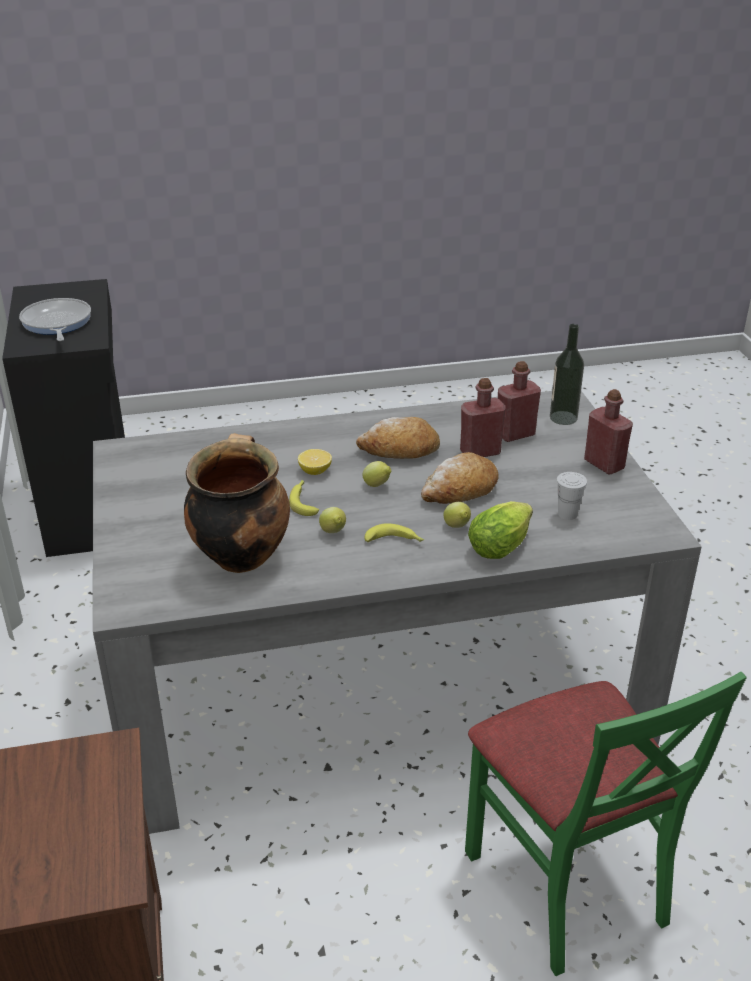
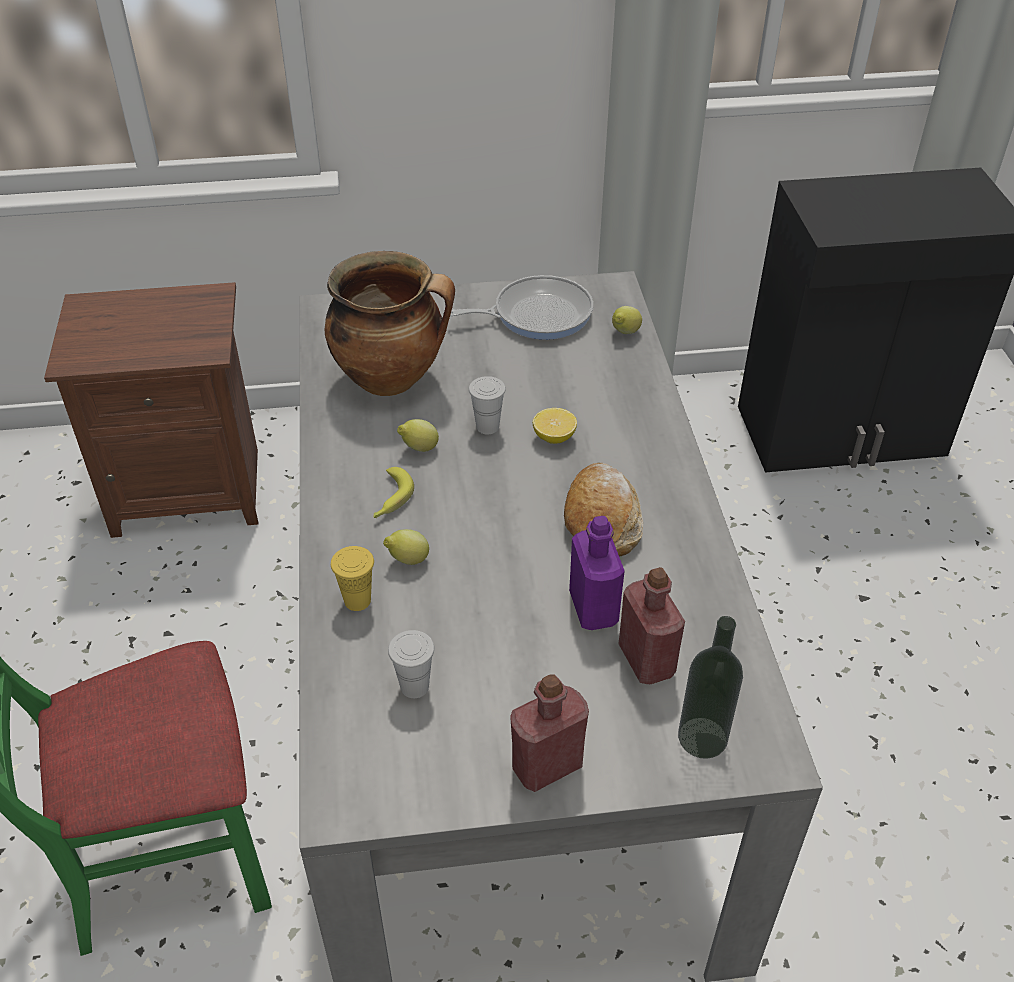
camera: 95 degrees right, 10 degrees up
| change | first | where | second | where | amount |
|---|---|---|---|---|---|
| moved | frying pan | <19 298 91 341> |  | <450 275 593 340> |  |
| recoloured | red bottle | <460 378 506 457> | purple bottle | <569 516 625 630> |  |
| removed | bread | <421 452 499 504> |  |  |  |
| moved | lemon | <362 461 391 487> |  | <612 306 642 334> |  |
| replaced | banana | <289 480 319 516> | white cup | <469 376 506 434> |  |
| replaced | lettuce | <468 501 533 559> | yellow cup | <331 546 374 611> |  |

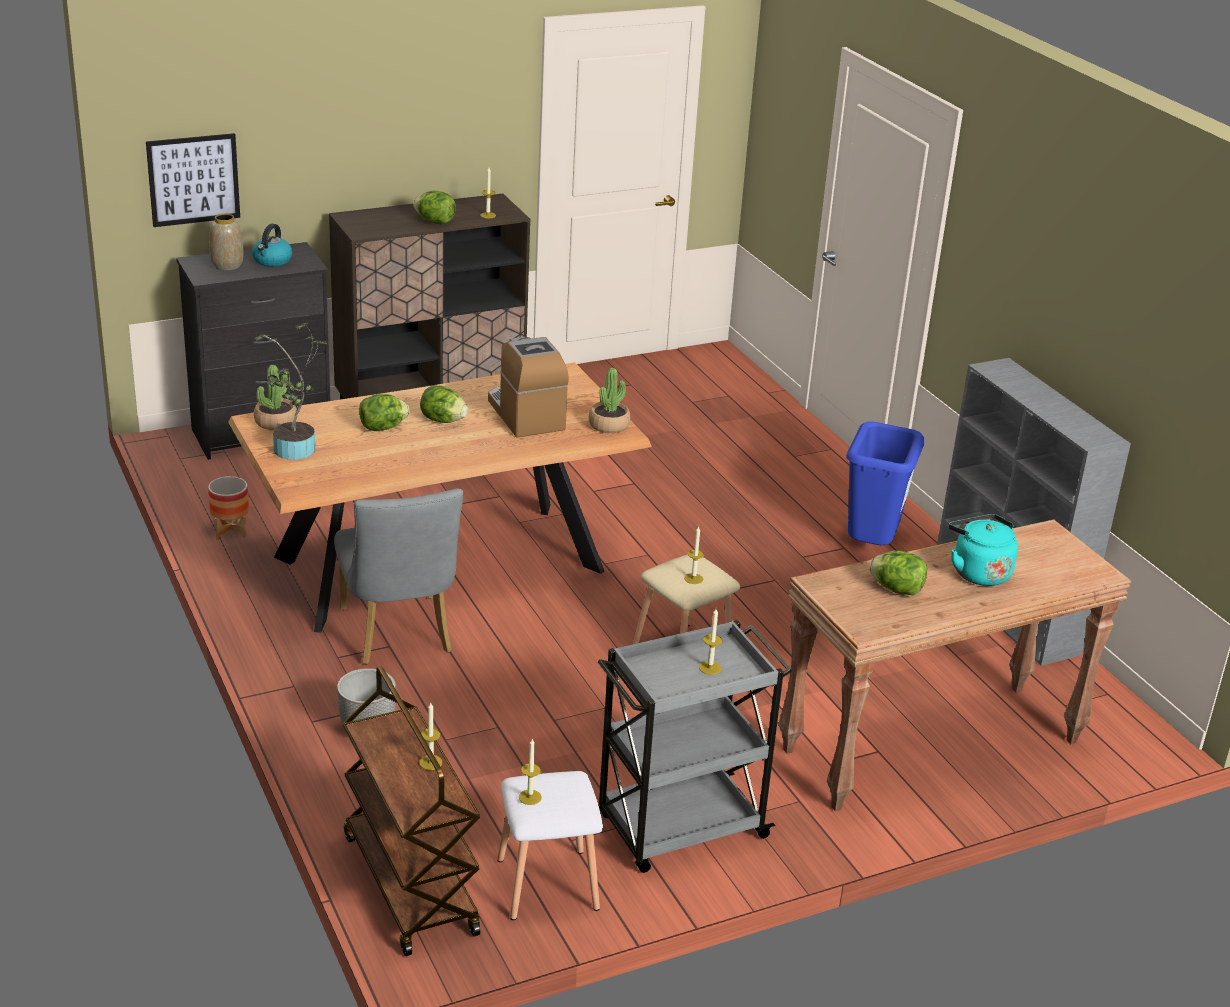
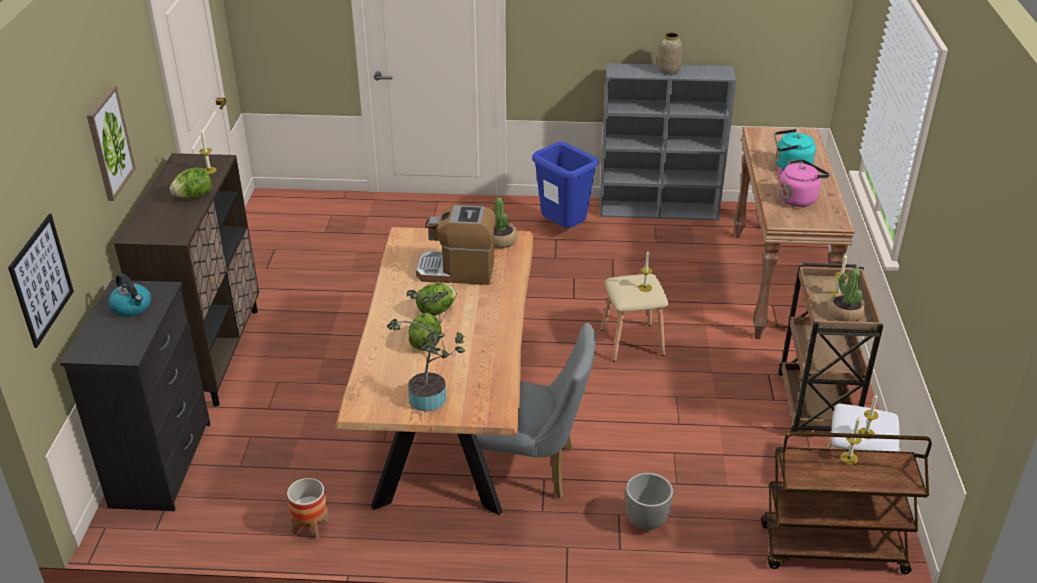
camera: 60 degrees left, 5 degrees up
| change | first | where | second | where | amount |
|---|---|---|---|---|---|
| moved | vase | <209 214 244 270> |  | <657 32 683 75> |  |
| moved | potted plant | <254 365 297 430> |  | <827 269 866 322> |  |
| replaced | lettuce | <869 550 927 595> | pink kettle | <778 159 830 207> |  |
| recoloured | grey cart | <598 620 792 873> | brown cart | <778 263 883 432> |  |
| added |  |  | picture | <87 86 136 201> |  |

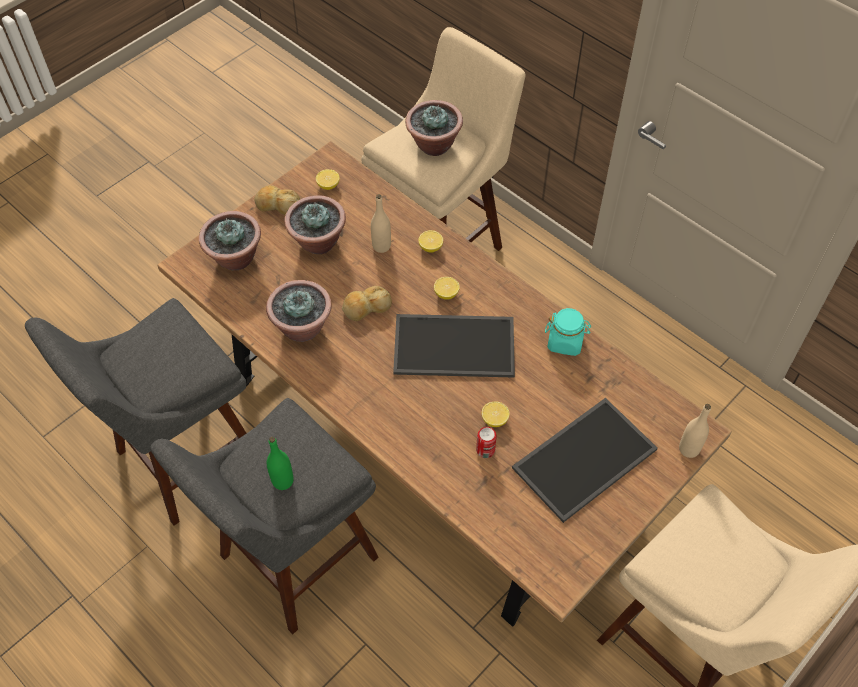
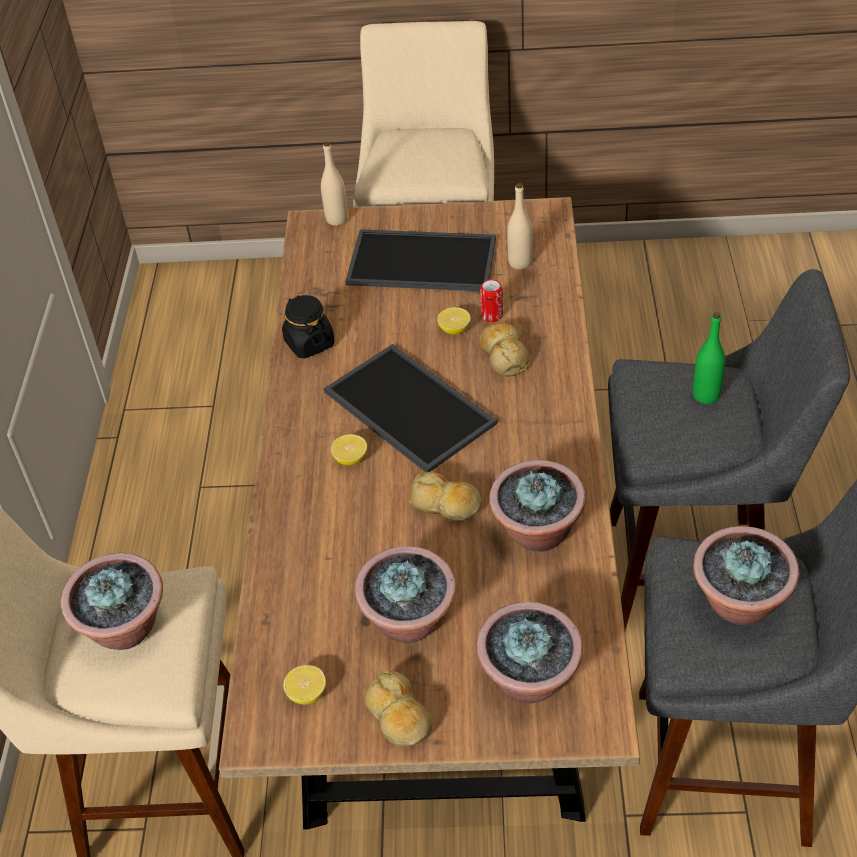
camera: 130 degrees left, 10 degrees down
| change | first | where | second | where | amount |
|---|---|---|---|---|---|
| moved | beige bottle | <371 194 391 253> |  | <507 183 533 270> |  |
| removed | lemon | <418 230 443 253> |  |  |  |
| recoloured | turquoise jar | <545 308 591 356> | black jar | <282 295 335 358> |  |
| added |  |  | bread | <480 323 529 376> |  |
| added |  |  | potted plant | <693 526 799 625> |  |

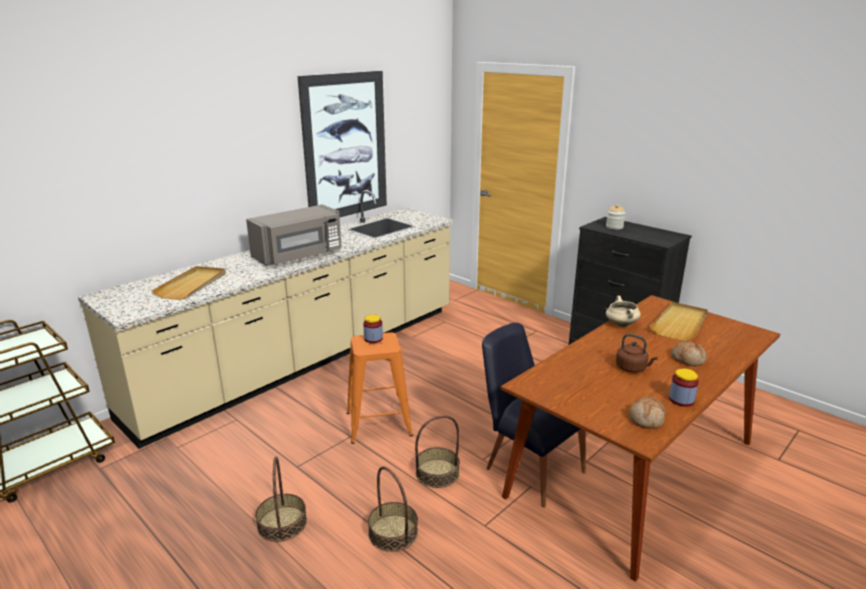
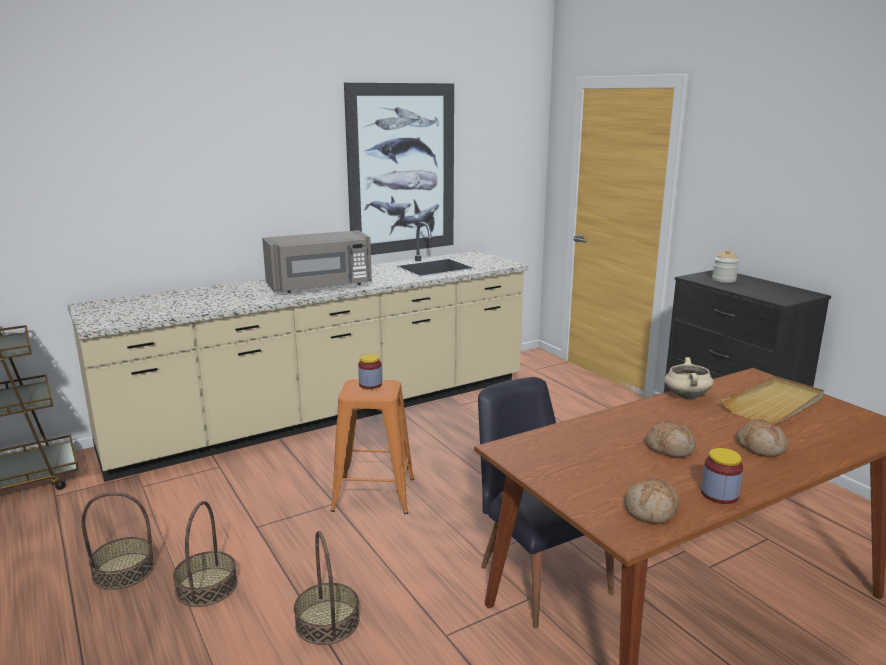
camera: 15 degrees right, 5 degrees down
| change | first | where | second | where | amount |
|---|---|---|---|---|---|
| removed | beige tray | <151 266 226 300> |  |  |  |
| replaced | brown kettle | <616 334 658 373> | bread | <645 421 696 458> |  |
| moved | basket | <415 415 460 488> |  | <82 492 154 590> |  |

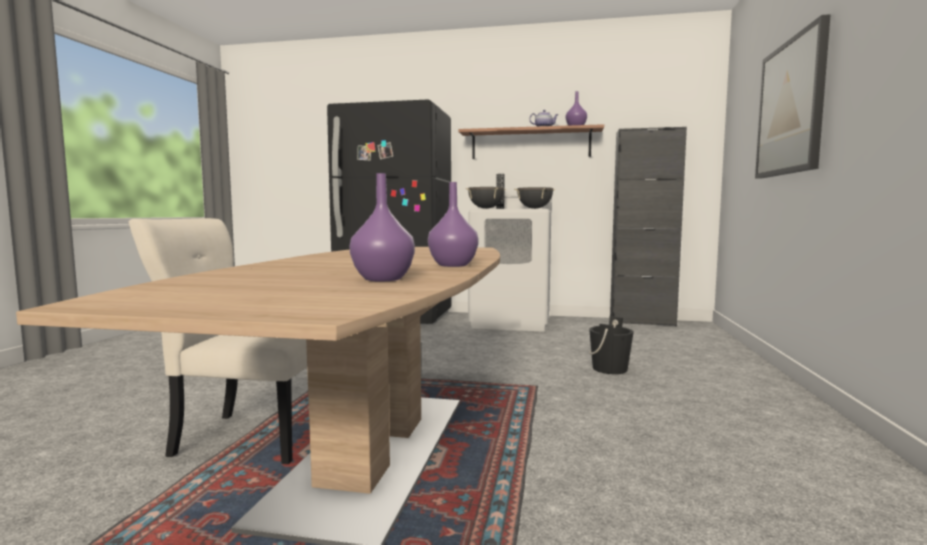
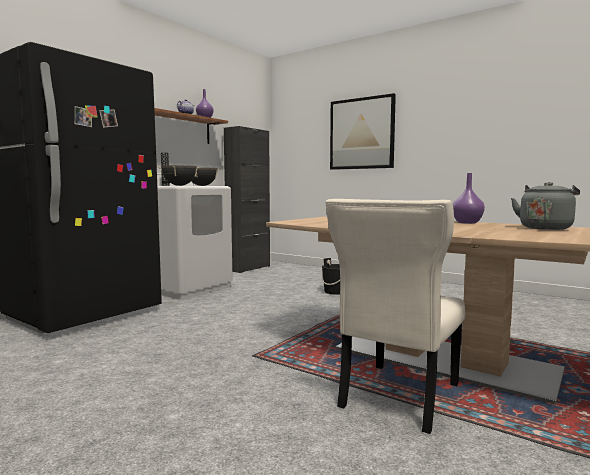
camera: 65 degrees left, 0 degrees up
| change | first | where | second | where | amount |
|---|---|---|---|---|---|
| replaced | purple vase | <350 173 415 281> | grey kettle | <511 182 580 230> |  |

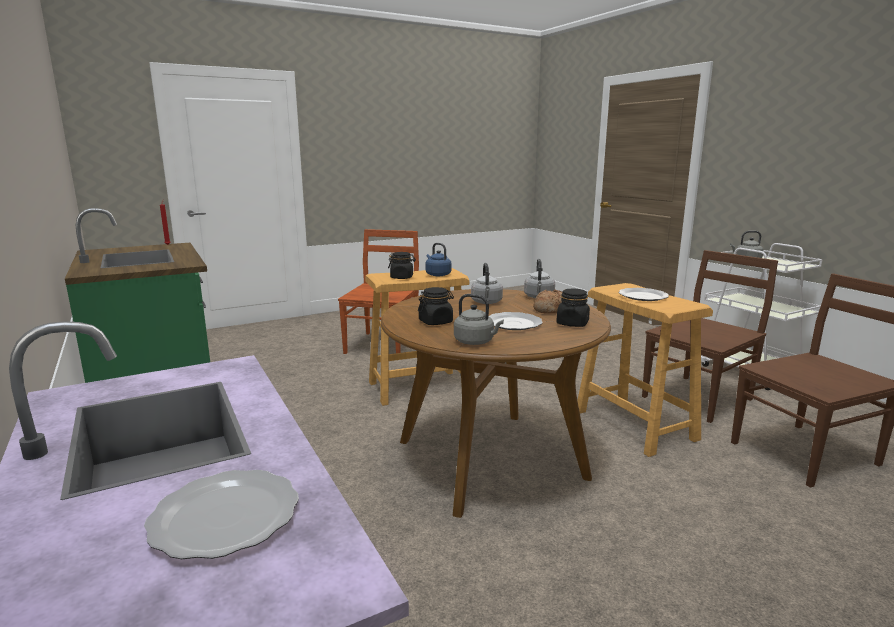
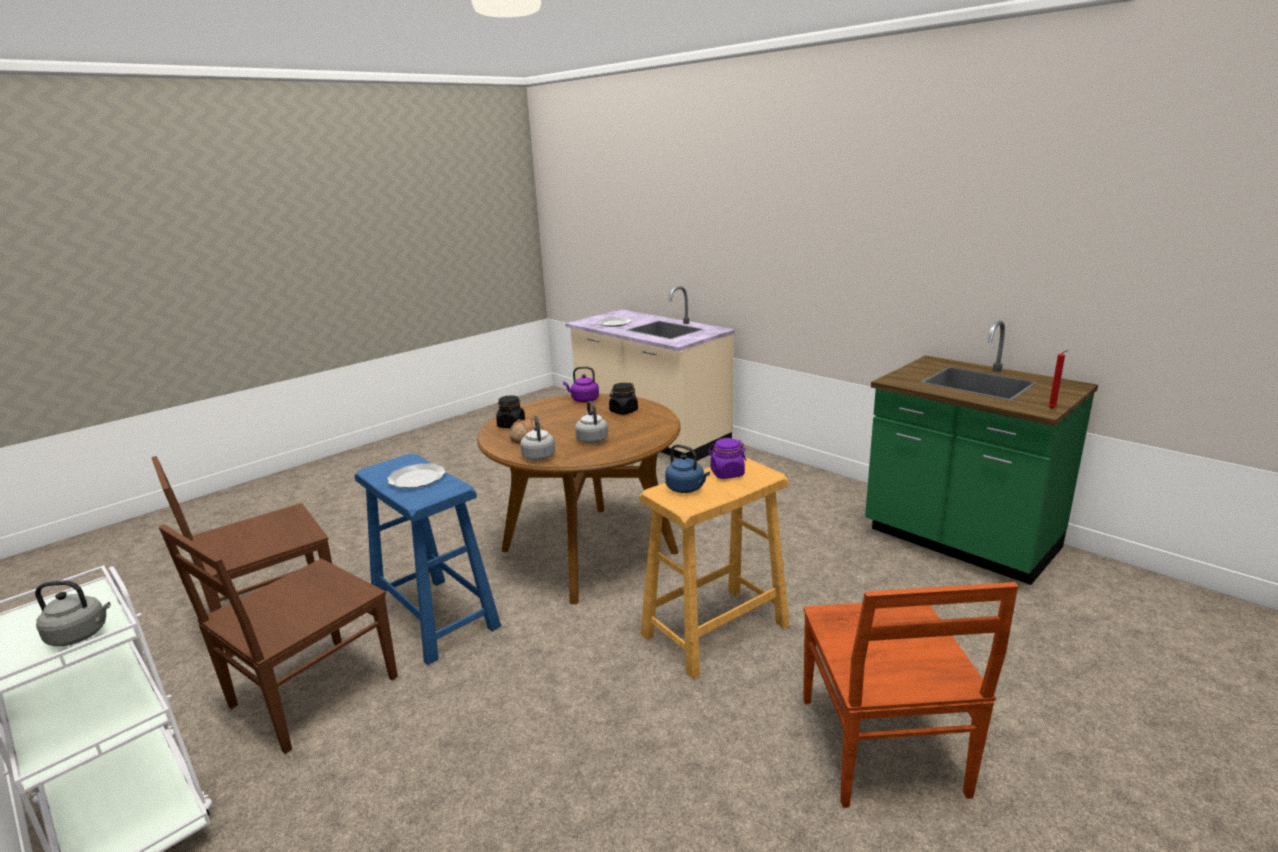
camera: 165 degrees right, 5 degrees up
| change | first | where | second | where | amount |
|---|---|---|---|---|---|
| recoloured | black jar | <388 252 416 279> | purple jar | <708 438 746 479> |  |
| recoloured | beige stool | <577 283 713 457> | blue stool | <354 454 501 665> |  |
| recoloured | grey kettle | <454 294 504 345> | purple kettle | <563 366 599 402> |  |
| removed | plate | <489 312 543 330> |  |  |  |

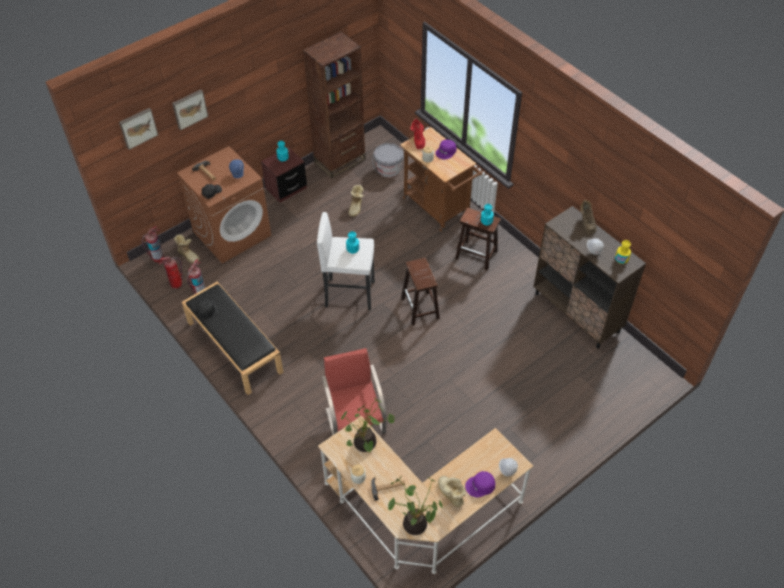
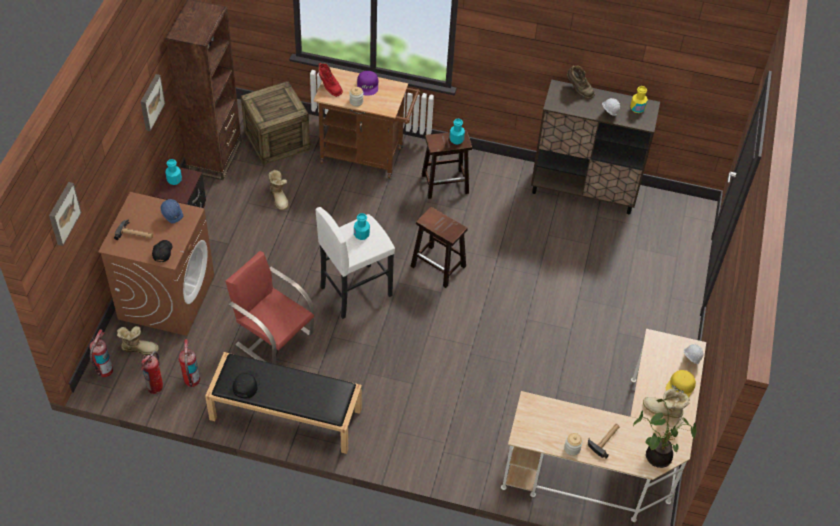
camera: 40 degrees left, 0 degrees up
| change | first | where | second | where | amount |
|---|---|---|---|---|---|
| moved | picture | <172 89 208 130> |  | <140 74 165 131> |  |
| replaced | grey bucket | <372 143 404 177> | crate | <241 81 310 165> |  |
| moved | red chair | <321 348 386 436> |  | <225 251 314 364> |  |
| removed | potted plant | <341 397 394 452> |  |  |  |
| recoloured | purple cap | <465 471 495 497> | yellow cap | <666 370 696 397> |  |

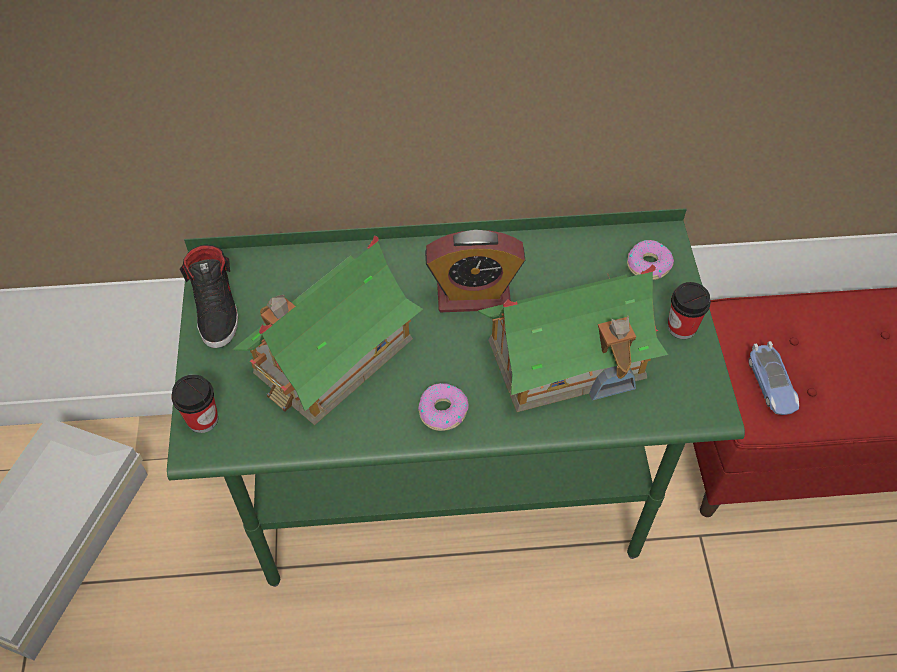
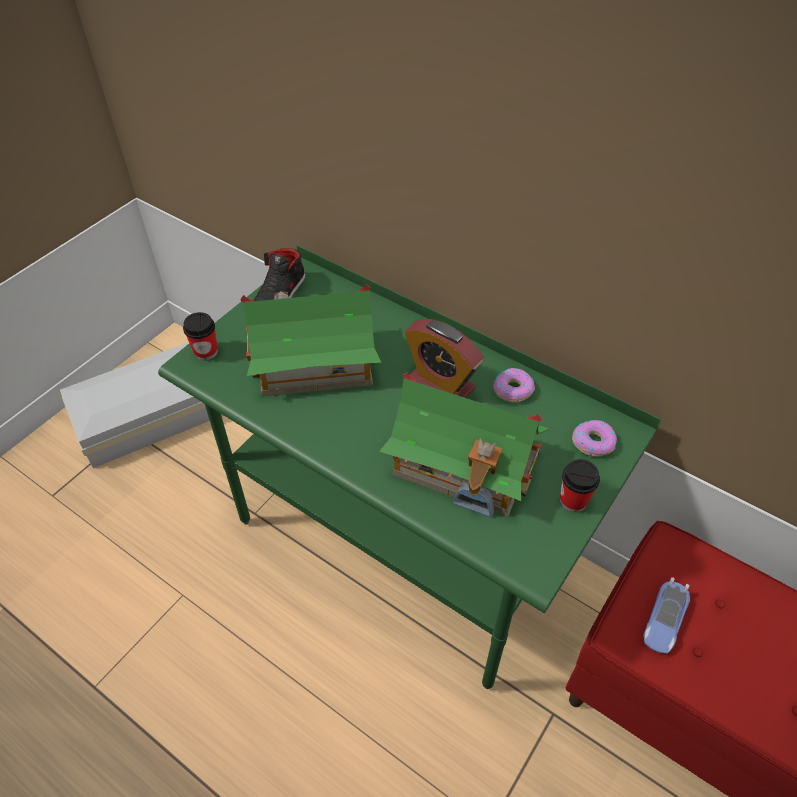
camera: 40 degrees right, 5 degrees down
| change | first | where | second | where | amount |
|---|---|---|---|---|---|
| moved | donut | <418 383 468 431> |  | <493 368 535 403> |  |

